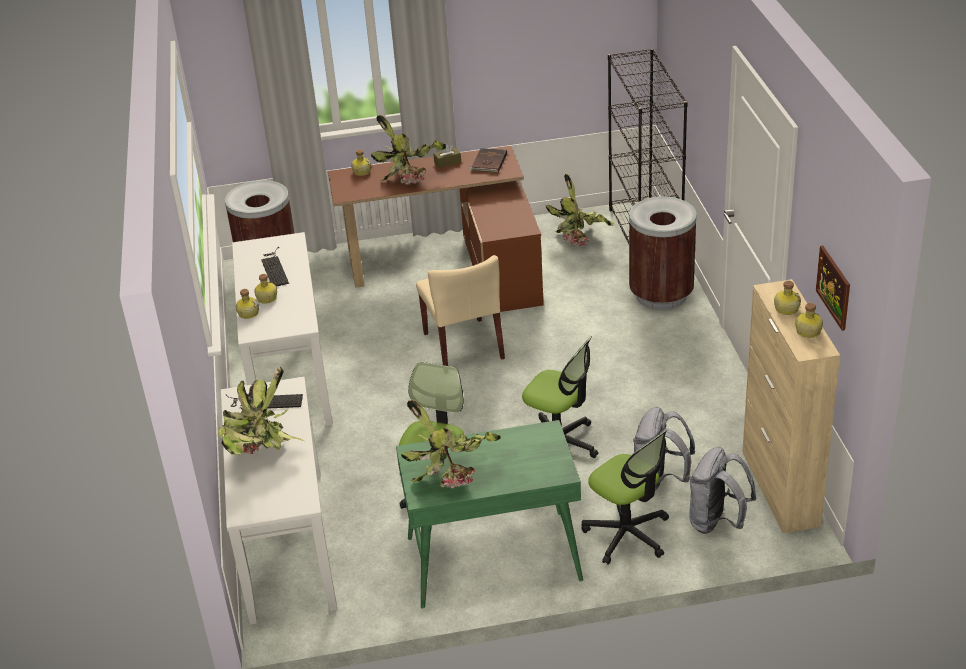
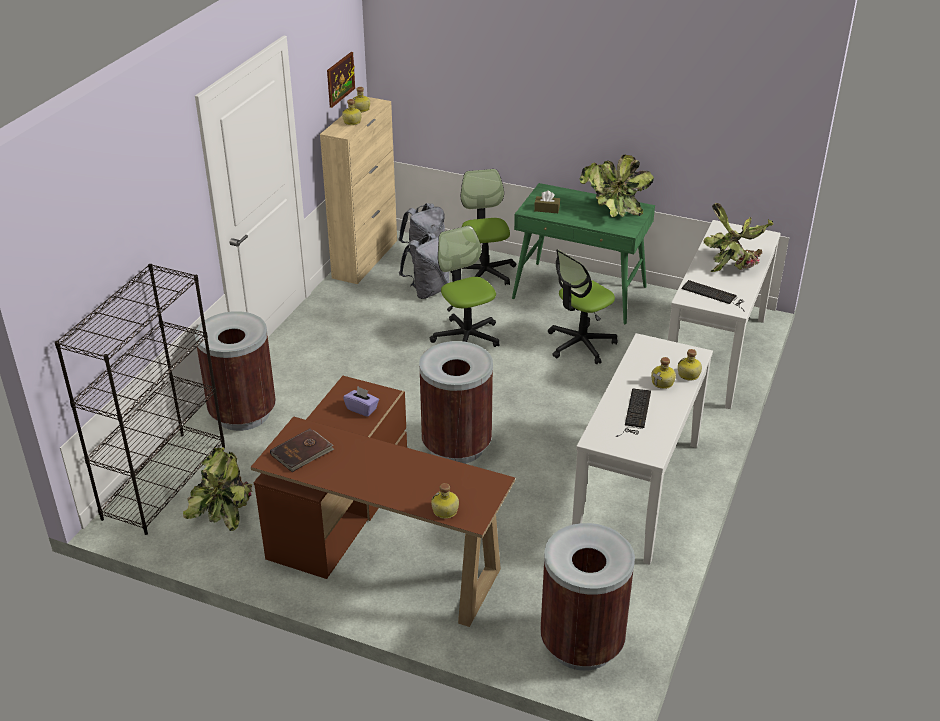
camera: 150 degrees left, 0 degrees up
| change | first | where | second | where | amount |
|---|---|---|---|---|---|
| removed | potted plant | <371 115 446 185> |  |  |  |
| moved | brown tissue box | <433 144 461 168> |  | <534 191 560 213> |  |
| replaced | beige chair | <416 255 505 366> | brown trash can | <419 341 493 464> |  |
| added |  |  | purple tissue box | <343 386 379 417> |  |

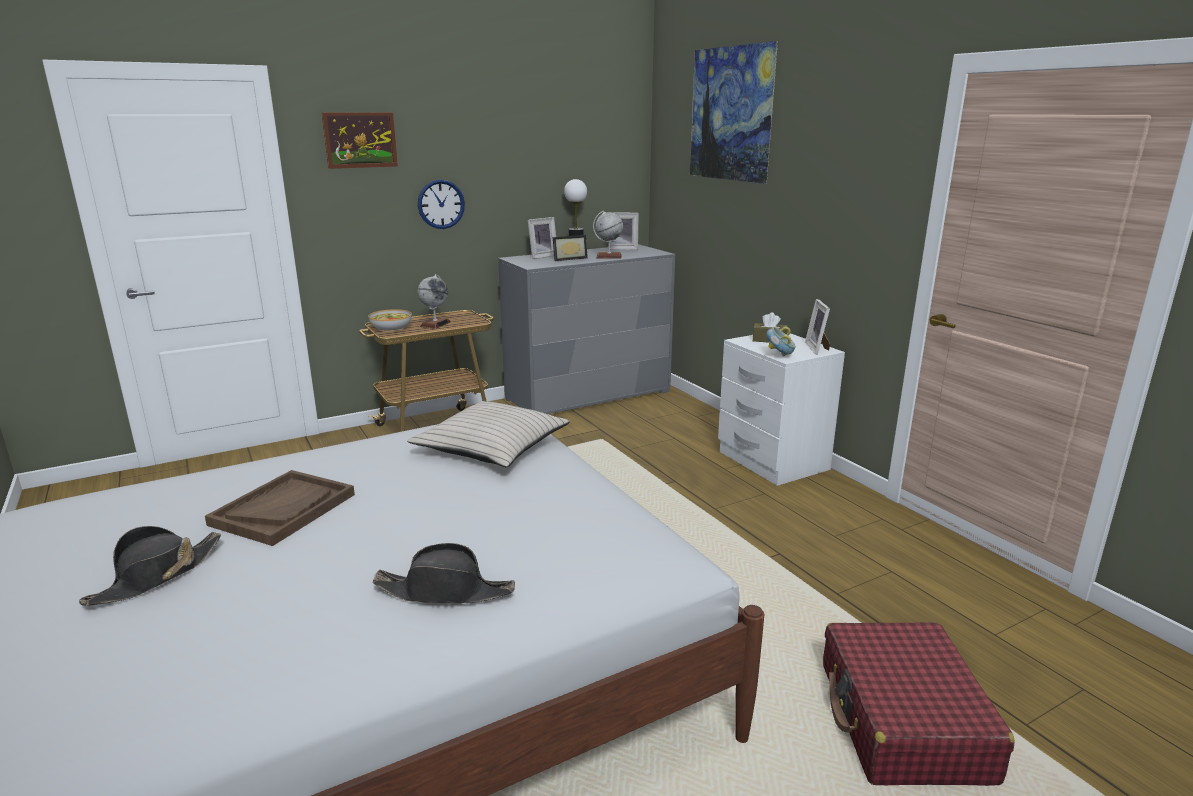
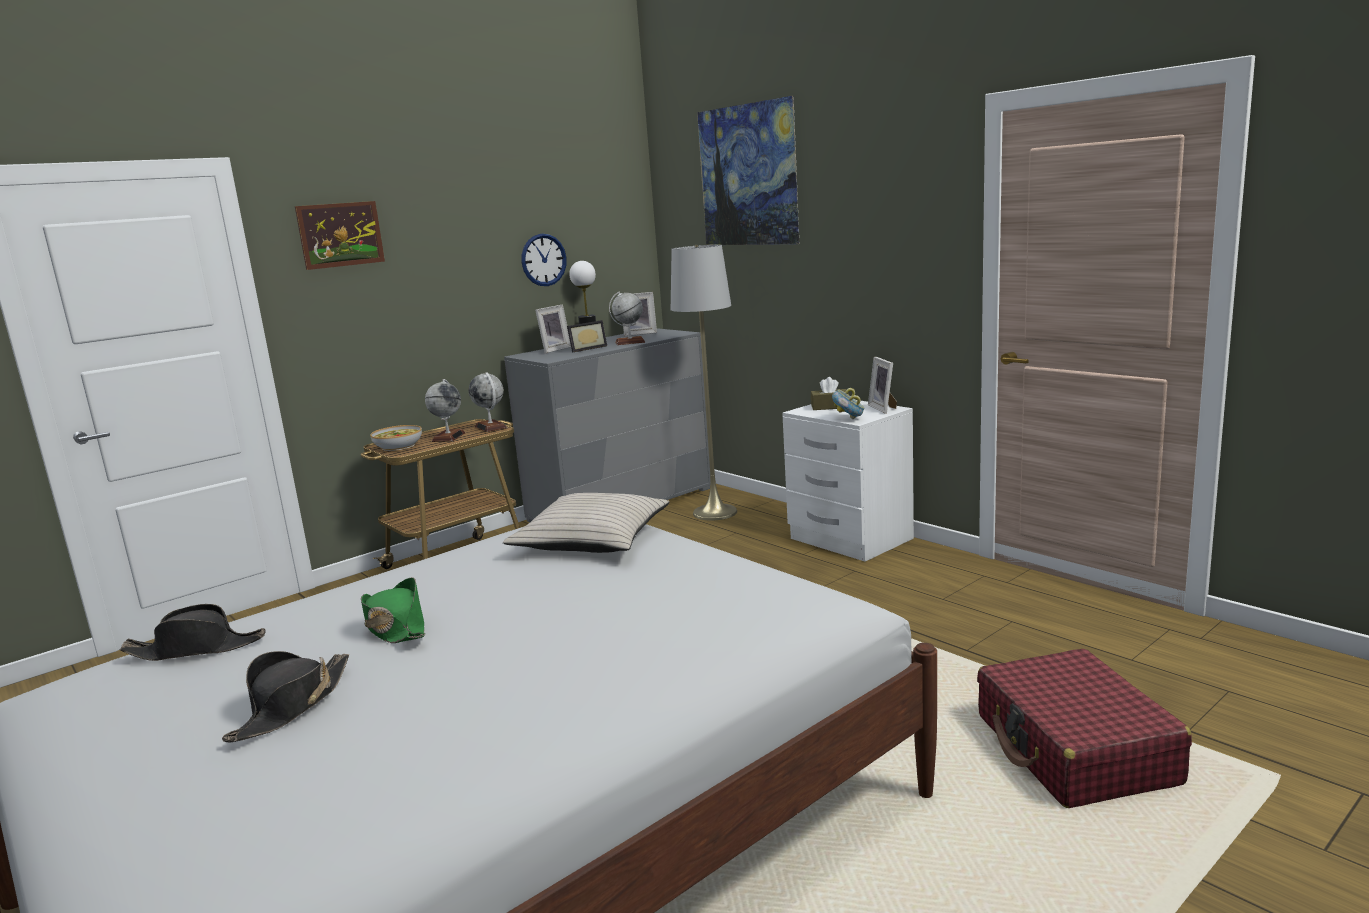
camera: 10 degrees left, 5 degrees down
| change | first | where | second | where | amount |
|---|---|---|---|---|---|
| moved | wall clock | <418 179 465 229> |  | <521 234 567 286> |  |
| replaced | brown tray | <205 470 355 546> | green hat | <361 577 425 643> |  |
| moved | black hat | <372 543 515 603> |  | <120 604 266 661> |  |
| added |  |  | grey floor lamp | <671 245 737 521> |  |
| added |  |  | globe | <468 372 507 432> |  |

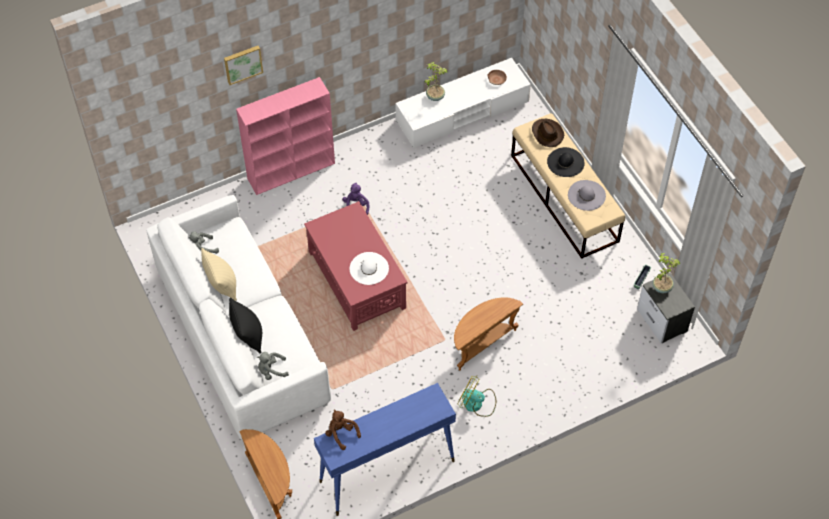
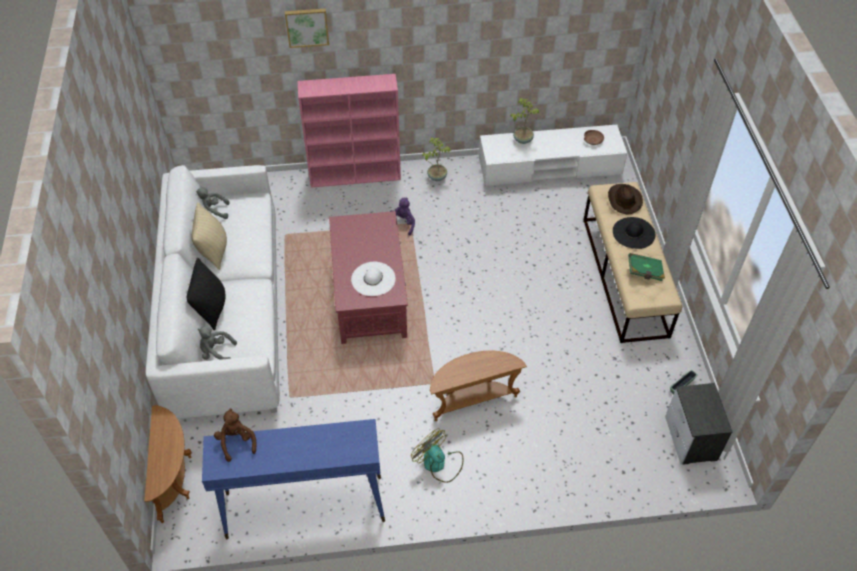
camera: 20 degrees right, 5 degrees down
| change | first | where | second | where | amount |
|---|---|---|---|---|---|
| replaced | grey hat | <568 180 606 211> | green book | <628 253 665 281> |  |
| moved | potted plant | <652 253 680 293> |  | <422 137 450 181> |  |

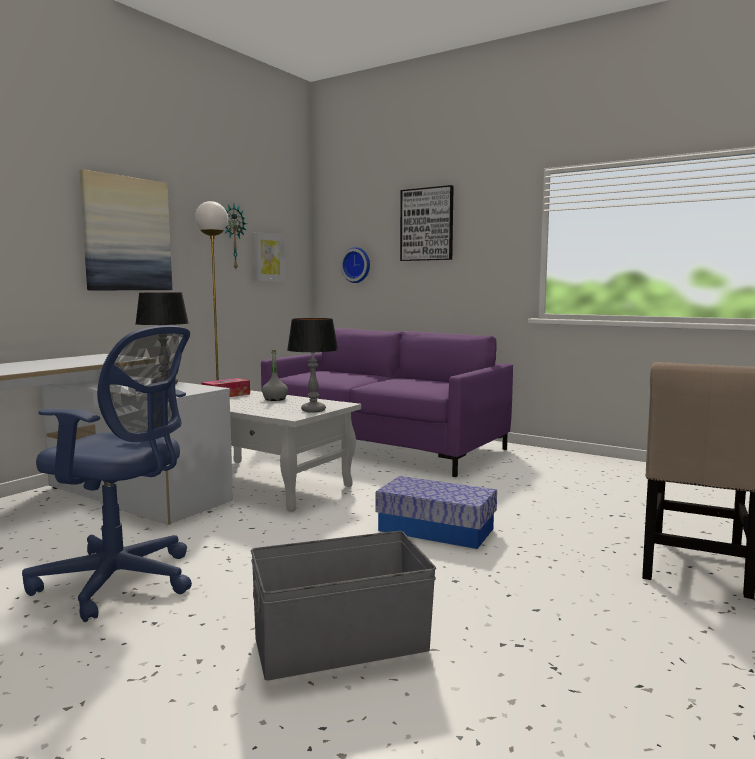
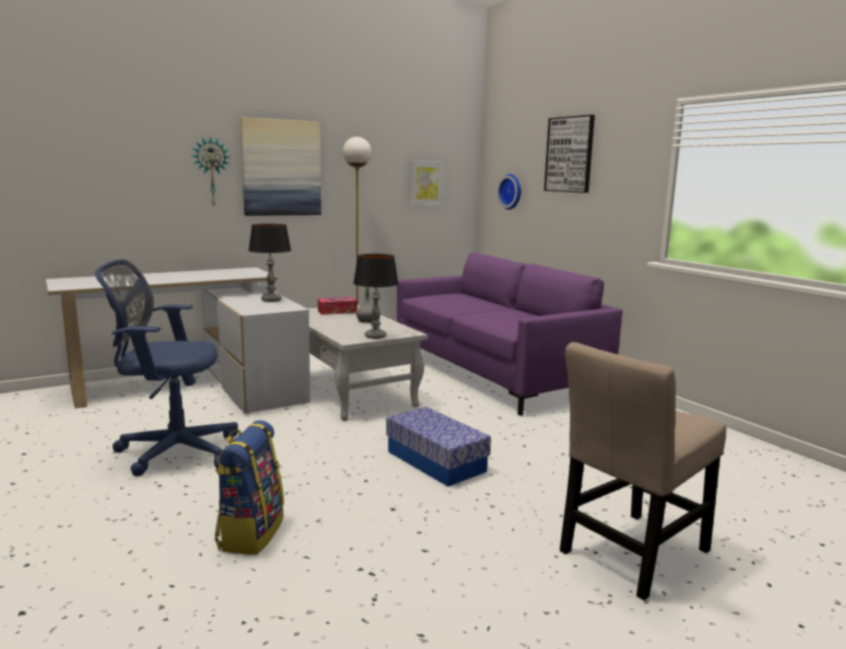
camera: 25 degrees right, 5 degrees up
| change | first | where | second | where | amount |
|---|---|---|---|---|---|
| moved | wall clock | <225 204 247 269> |  | <192 136 229 206> |  |
| turned | blue office chair | <22 325 192 622> |  | <95 259 238 476> | 135 degrees clockwise |
| replaced | grey storage box | <251 531 436 680> | backpack | <215 420 284 555> |  |

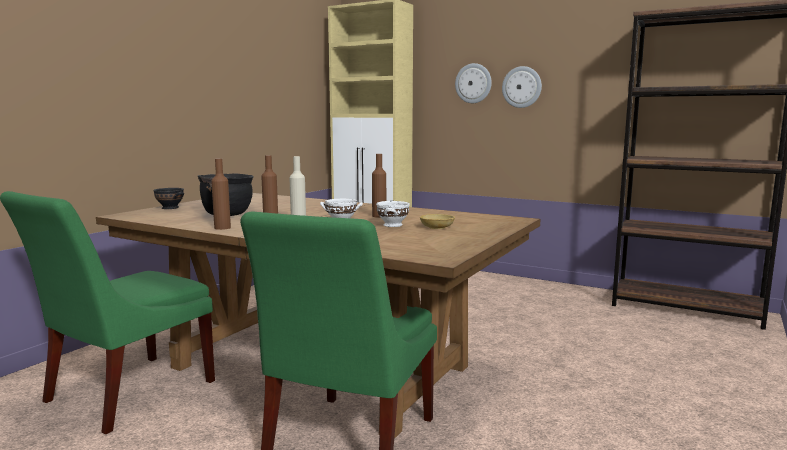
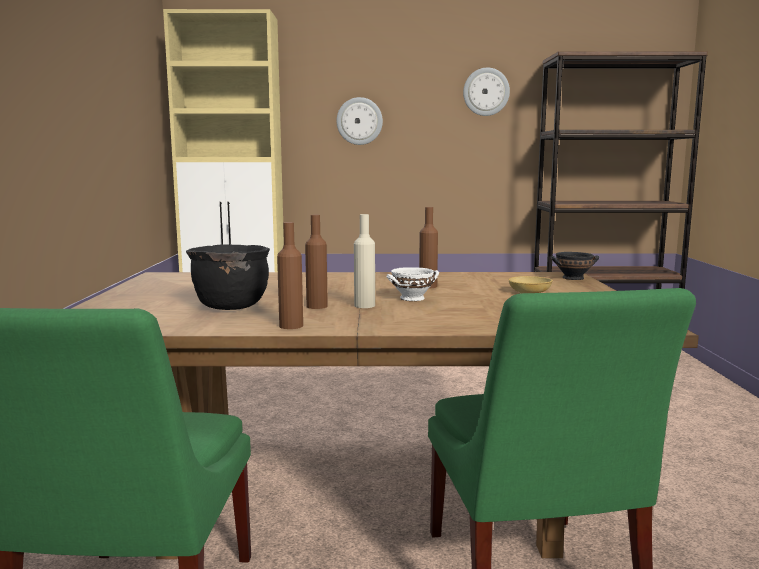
camera: 30 degrees left, 0 degrees up
| change | first | where | second | where | amount |
|---|---|---|---|---|---|
| moved | wall clock | <502 66 542 108> |  | <463 68 510 116> |  |
| moved | black bowl | <154 188 184 209> |  | <551 252 599 280> |  |
| removed | white bowl | <376 201 410 227> |  |  |  |

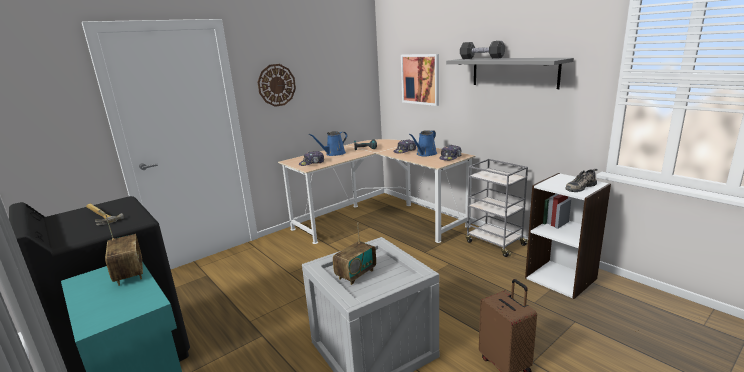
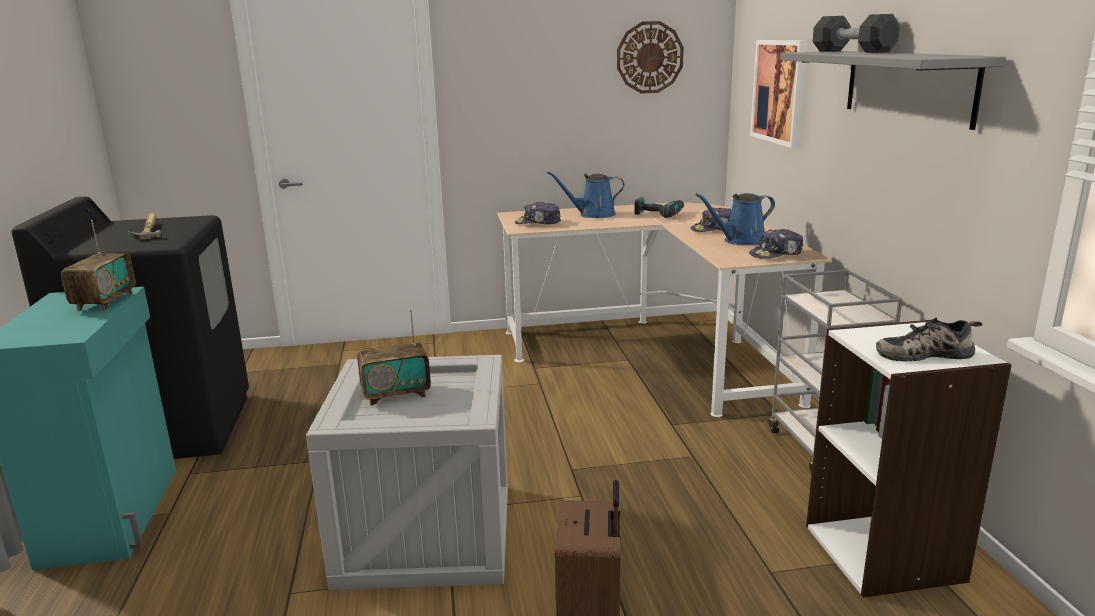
camera: 30 degrees right, 0 degrees up
| change | first | where | second | where | amount |
|---|---|---|---|---|---|
| moved | wall clock | <258 64 296 107> |  | <617 21 684 94> |  |

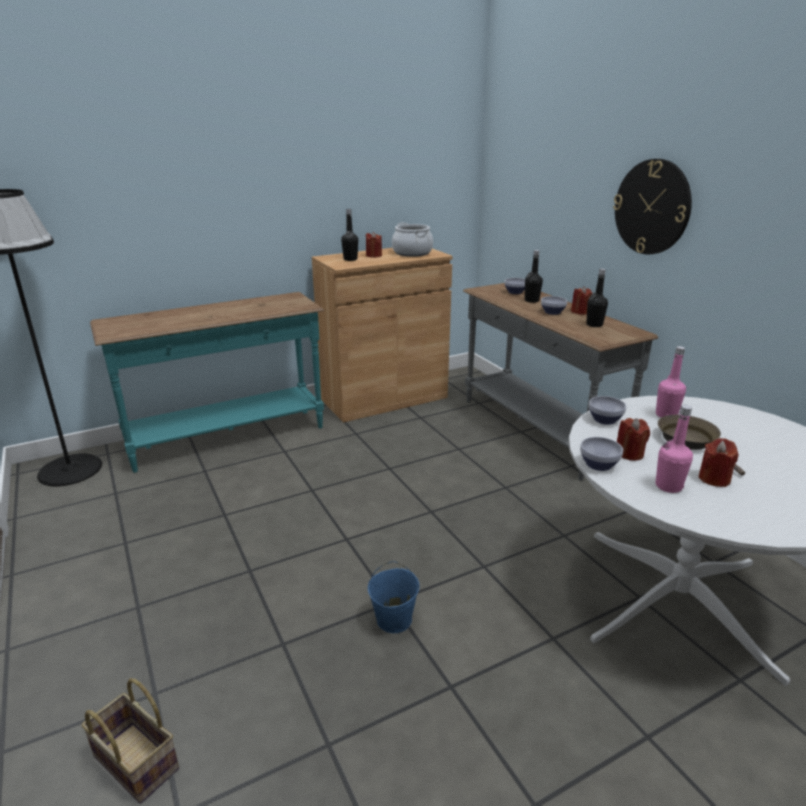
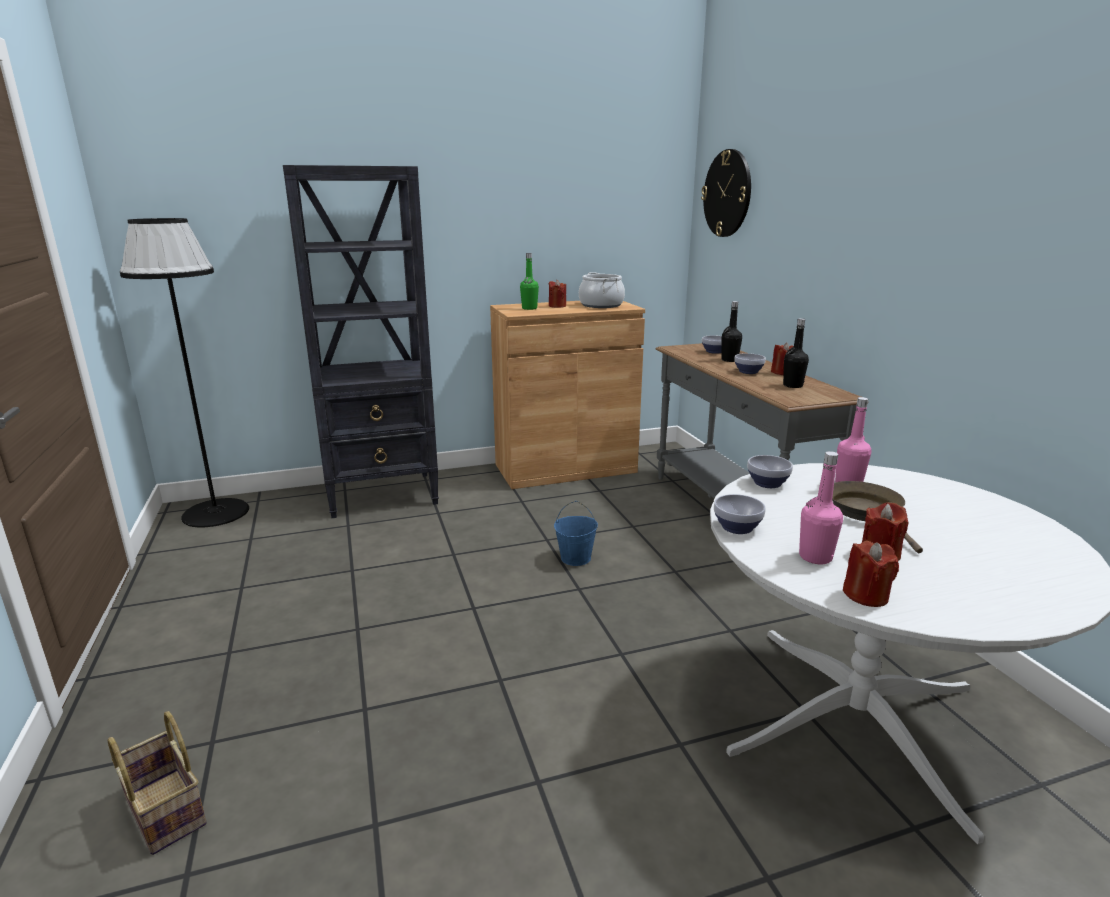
camera: 10 degrees right, 5 degrees down
| change | first | where | second | where | amount |
|---|---|---|---|---|---|
| moved | wall clock | <613 159 692 254> |  | <701 149 751 237> |  |
| recoloured | black bottle | <341 209 358 261> | green bottle | <520 253 539 310> |  |
| replaced | turquoise console table | <90 292 325 473> | black bookcase | <283 165 439 518> |  |
| moved | red candle | <617 418 650 461> |  | <842 541 899 607> |  |
| moved | blue bucket | <368 561 420 633> |  | <554 501 598 566> |  |

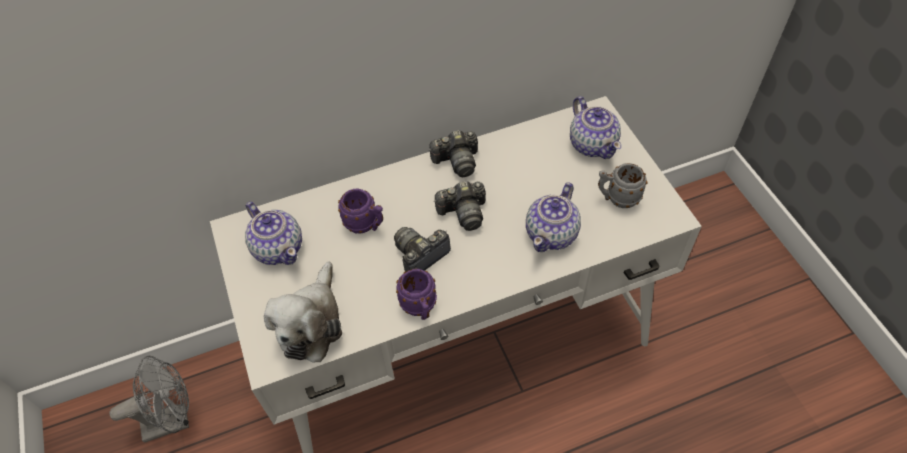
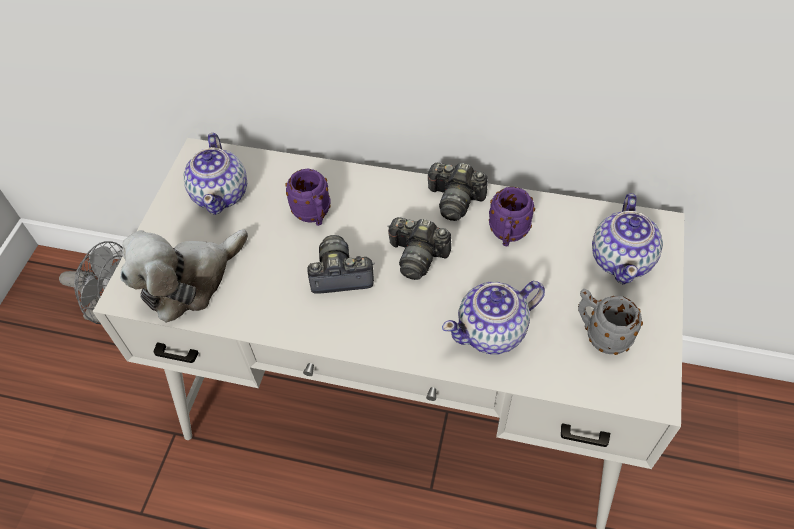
camera: 35 degrees right, 0 degrees up
| change | first | where | second | where | amount |
|---|---|---|---|---|---|
| moved | purple mug | <396 269 437 320> |  | <489 187 535 246> |  |

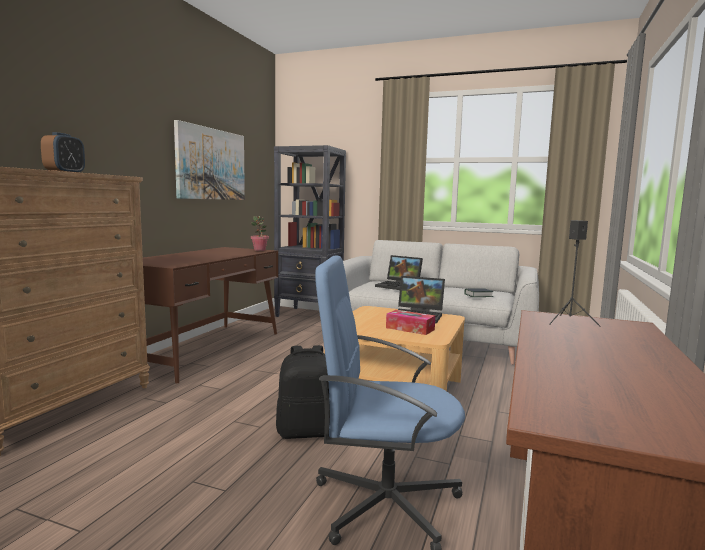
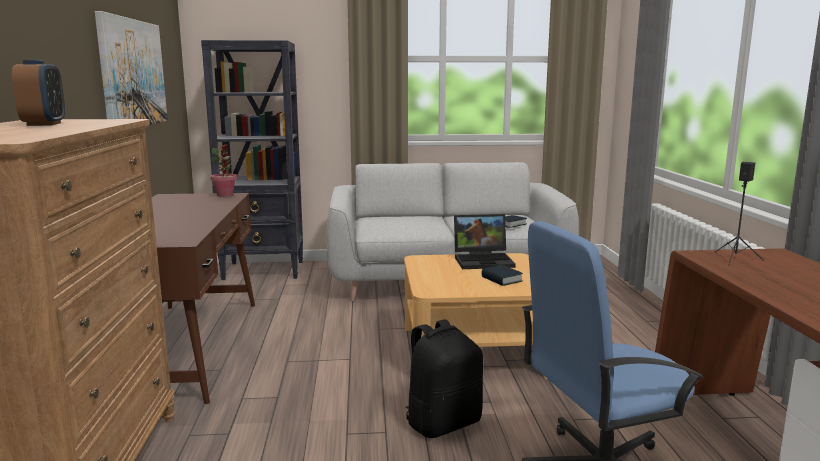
camera: 25 degrees left, 5 degrees up
| change | first | where | second | where | amount |
|---|---|---|---|---|---|
| removed | laptop | <375 255 423 290> |  |  |  |
| replaced | tissue box | <386 310 435 335> | book | <482 265 523 286> |  |

